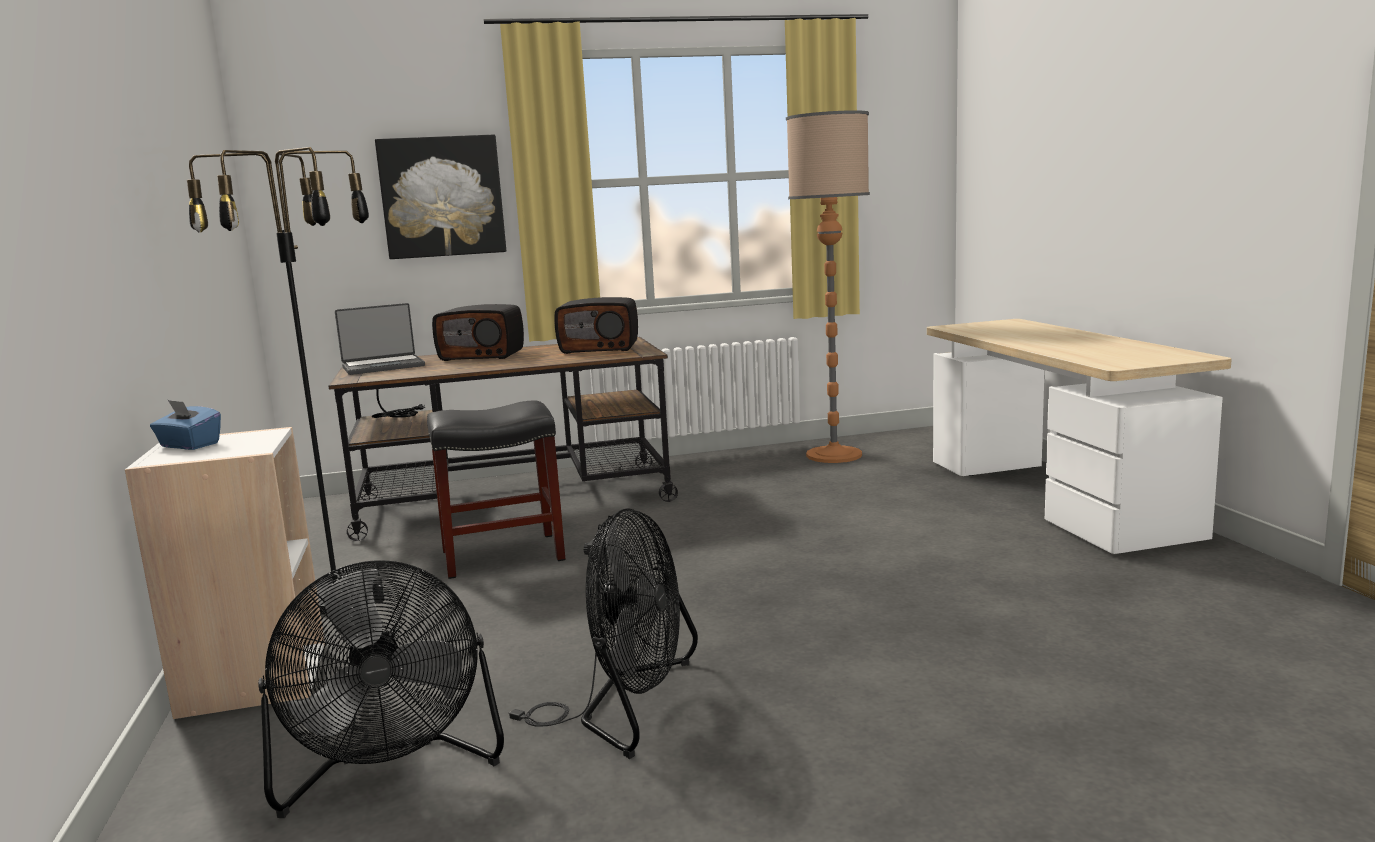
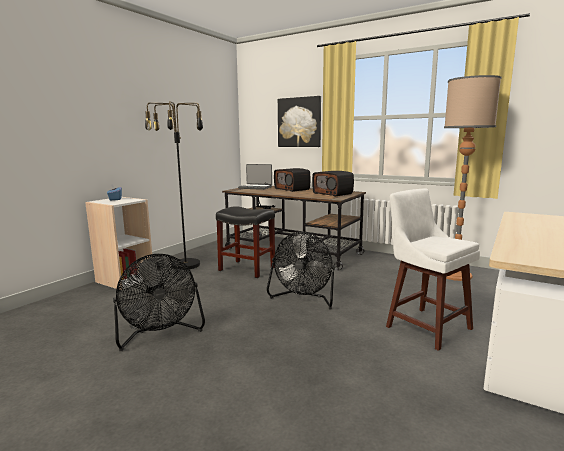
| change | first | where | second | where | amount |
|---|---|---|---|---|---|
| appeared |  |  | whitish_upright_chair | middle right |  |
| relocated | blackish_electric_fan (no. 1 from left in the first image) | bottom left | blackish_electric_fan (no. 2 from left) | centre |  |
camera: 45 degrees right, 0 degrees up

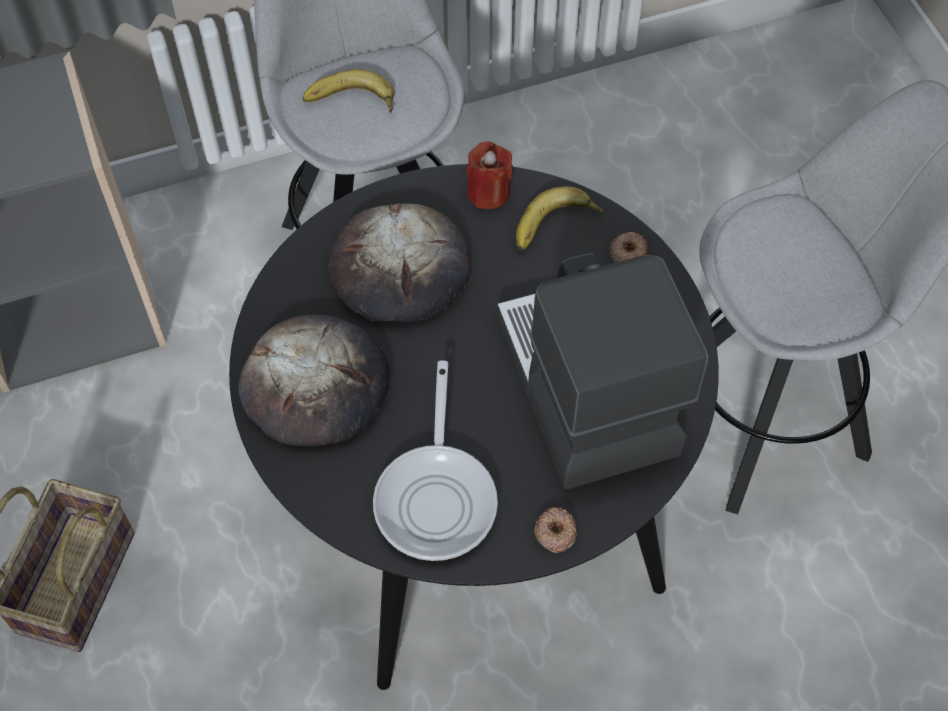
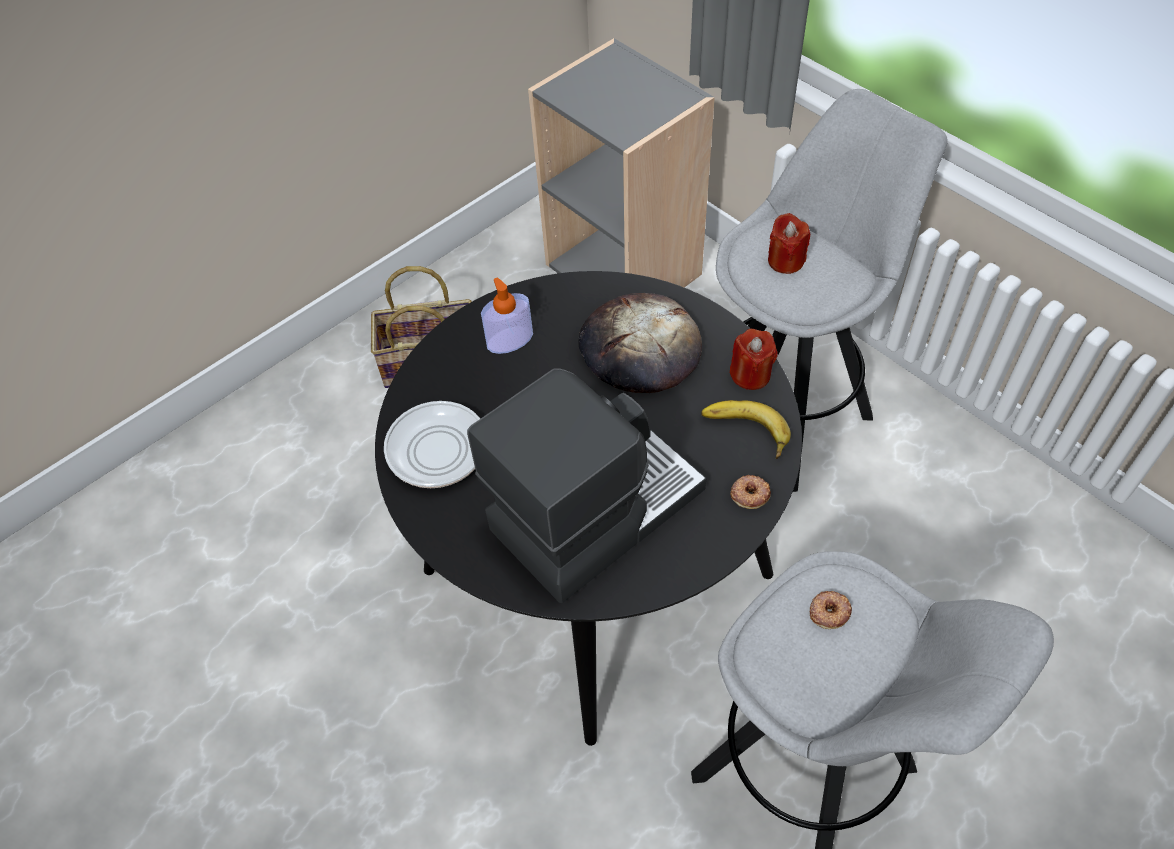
| change | first | where | second | where | amount |
|---|---|---|---|---|---|
| relocated | ring_doughnut (no. 1 from left in the first image) | bottom centre | ring_doughnut (no. 2 from left) | bottom right |  |
| exchanged | bakery_bread (no. 1 from left) | middle left | soap_dispenser | centre |  |
| exchanged | whole_banana (no. 1 from left) | top centre | red-coloured_candle (no. 2 from left) | top right |  |
camera: 70 degrees right, 5 degrees down

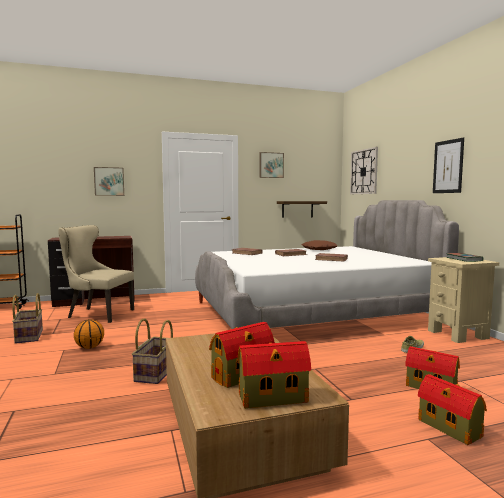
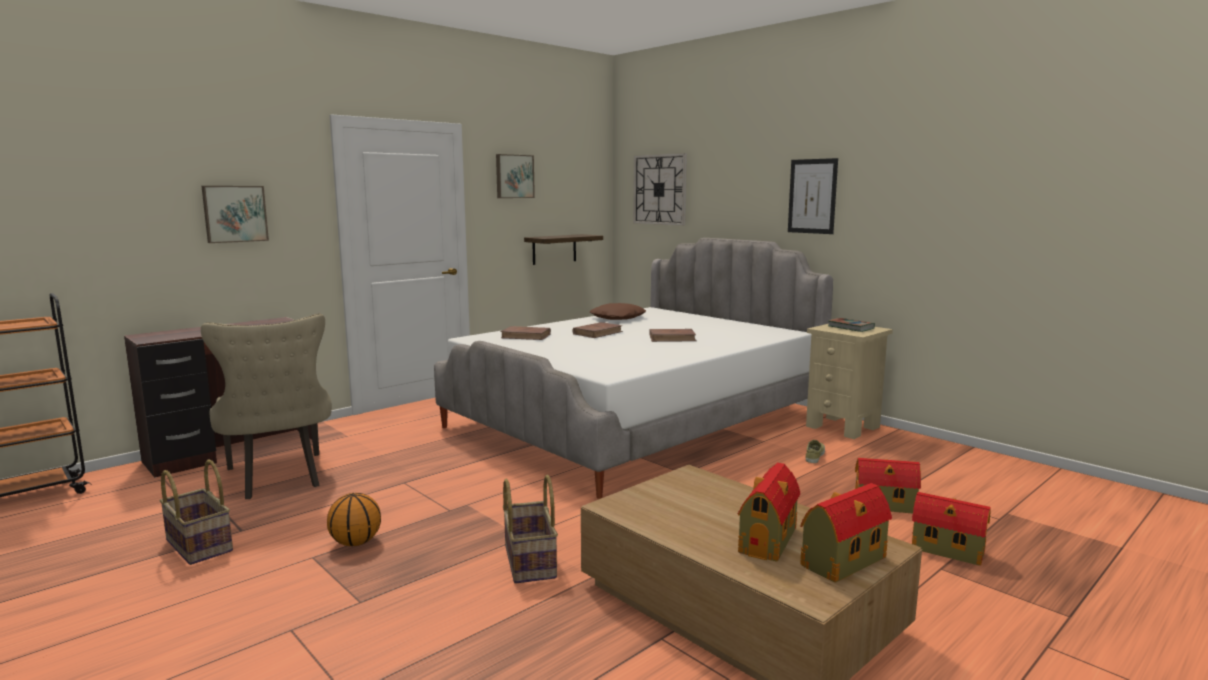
| change | first | where | second | where | amount |
|---|---|---|---|---|---|
| spun | beige_upright_chair | middle left |  | middle left | 105 degrees counterclockwise |
camera: 25 degrees left, 5 degrees up

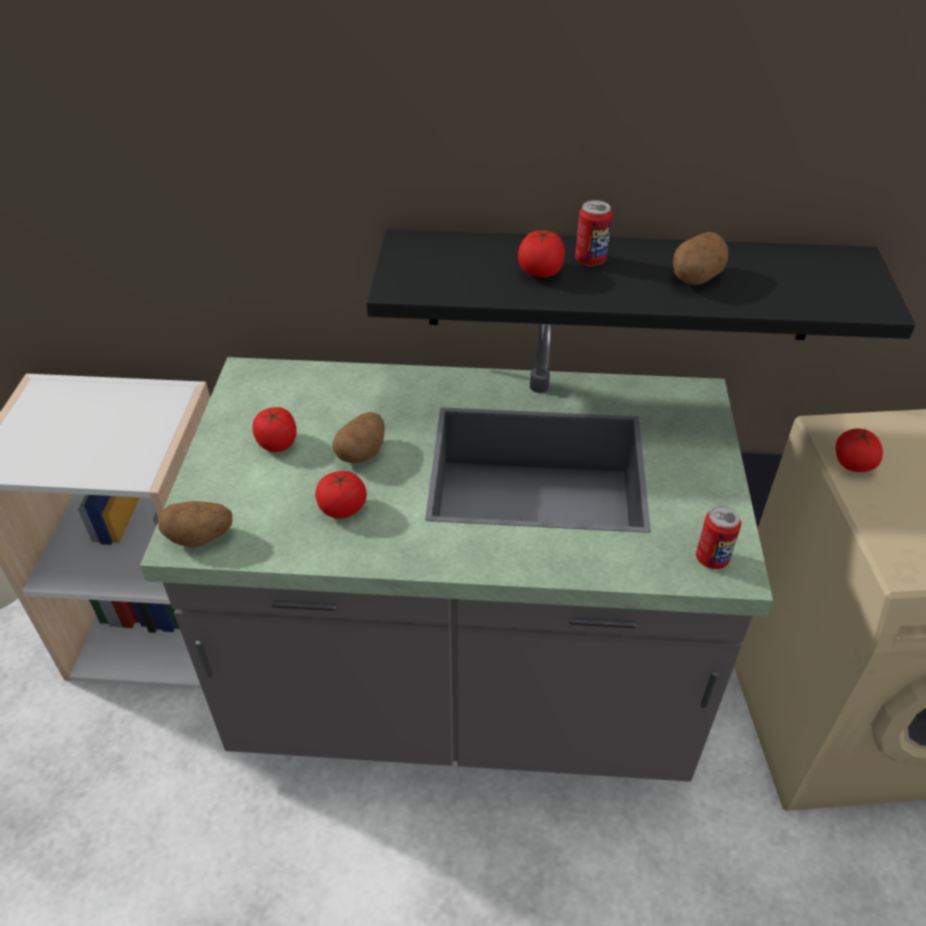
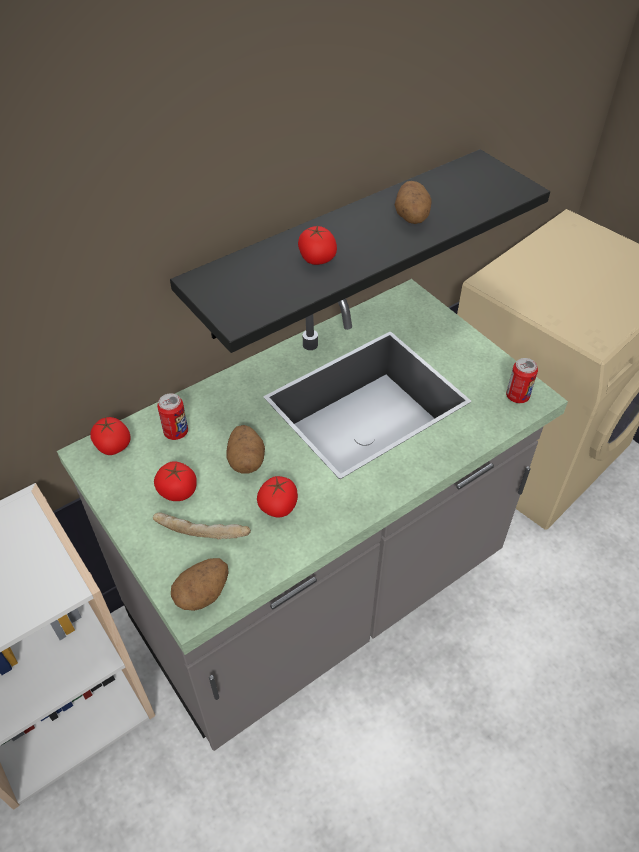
| change | first | where | second | where | amount |
|---|---|---|---|---|---|
| appeared |  |  | bakery_bread | middle left |  |
| relocated | sealed_can (no. 1 from left) | top centre |  | middle left |  |
| relocated | fresh_tomato (no. 4 from left in the first image) | middle right | fresh_tomato (no. 1 from left) | middle left |  |
camera: 40 degrees left, 5 degrees up

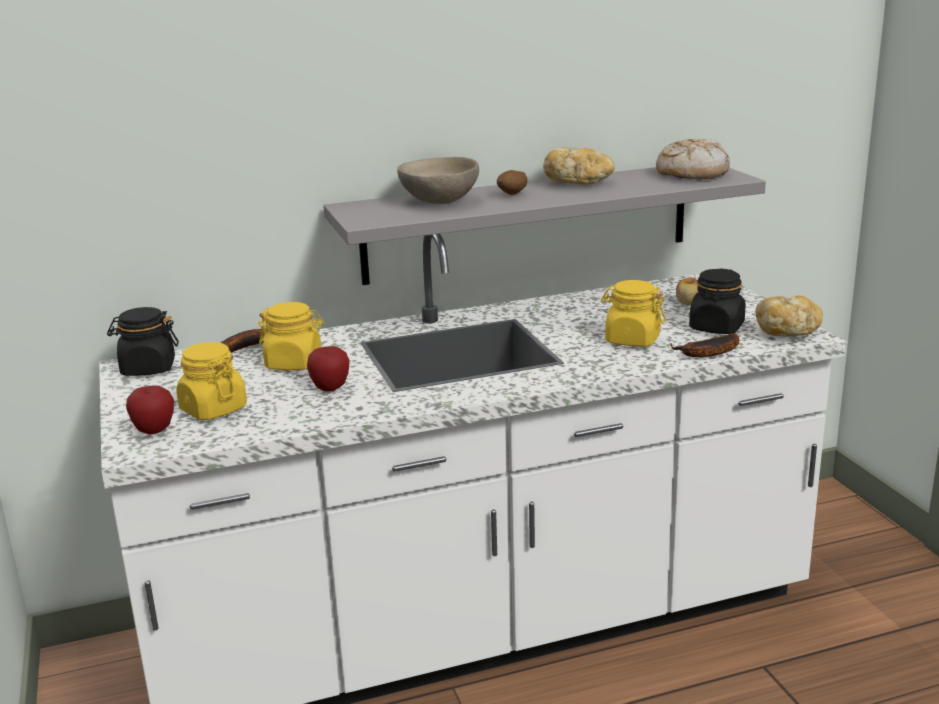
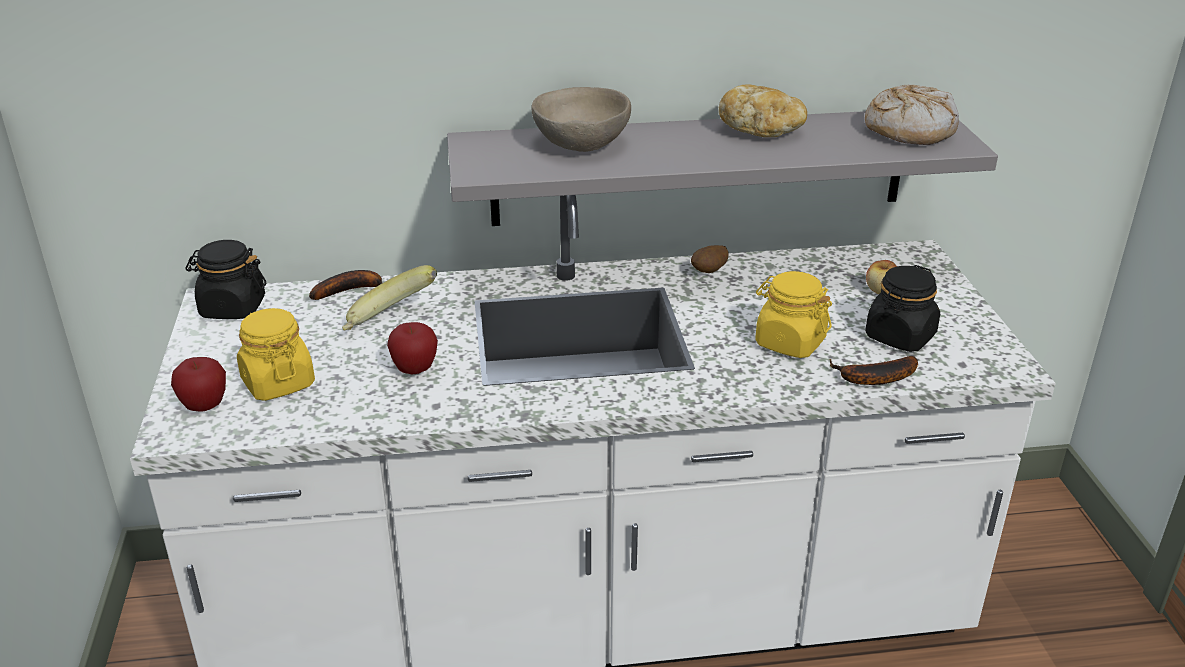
| change | first | where | second | where | amount |
|---|---|---|---|---|---|
| missing | bakery_bread (no. 3 from left) | middle right |  |  |  |
| relocated | spud | top centre |  | centre |  |
| exchanged | yellowish_jar (no. 2 from left) | middle left | whole_banana (no. 2 from left) | middle left |  |
camera: 10 degrees right, 10 degrees up

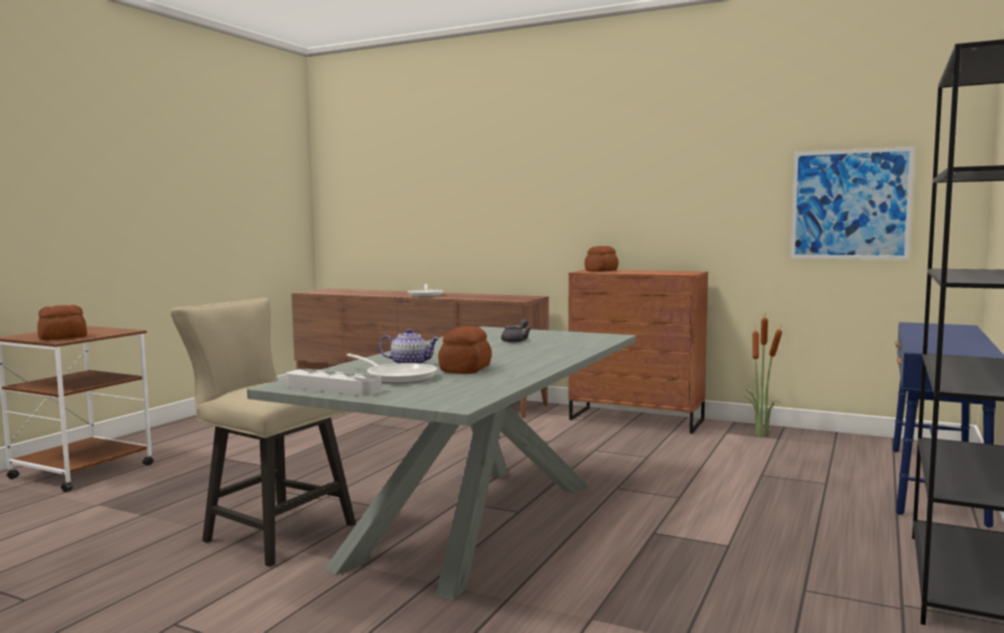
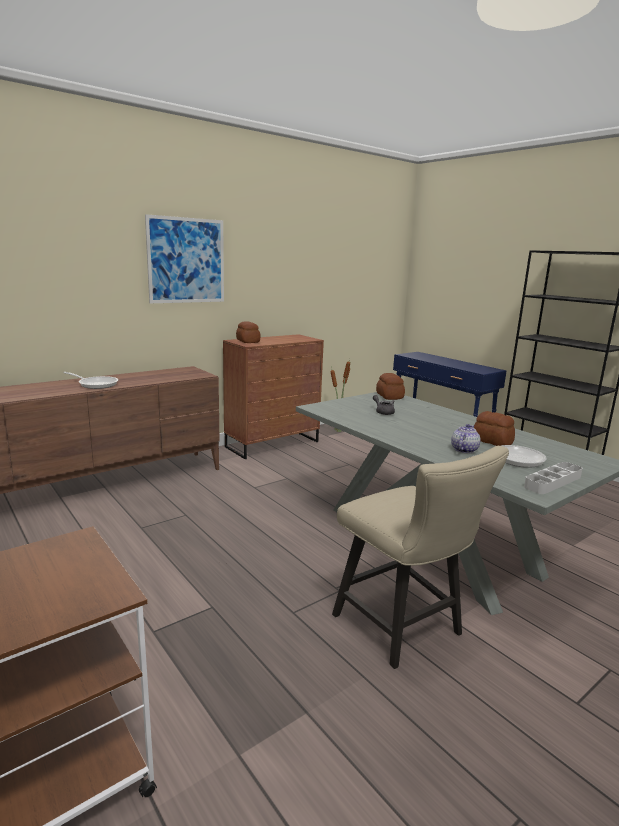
| change | first | where | second | where | amount |
|---|---|---|---|---|---|
| relocated | bakery_bread (no. 1 from left in the first image) | middle left | bakery_bread (no. 2 from left) | centre |  |
| relocated | wall_picture | top right |  | top left |  |
| spun | beige_upright_chair | bottom left |  | bottom right | 90 degrees counterclockwise |
camera: 65 degrees left, 10 degrees up

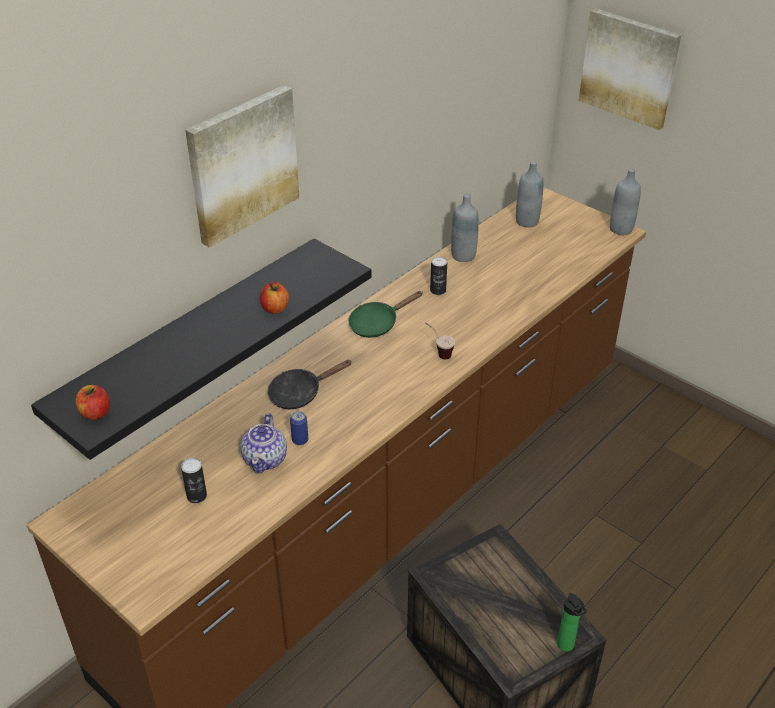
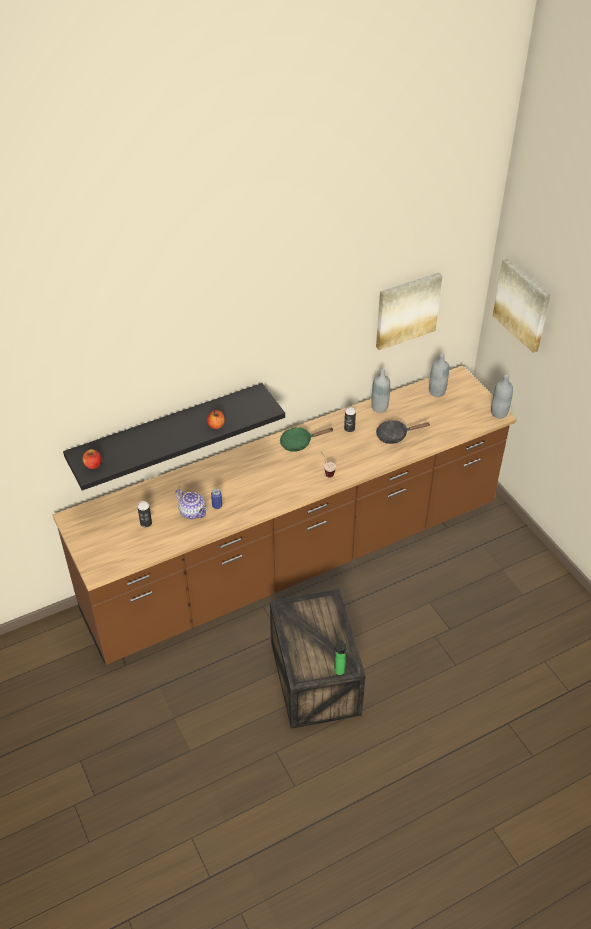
| change | first | where | second | where | amount |
|---|---|---|---|---|---|
| relocated | wall_picture (no. 1 from left) | top left |  | middle right |  |
| relocated | blackish_frying_pan | centre |  | middle right |  |
| spun | tea_pot | centre |  | middle left | 75 degrees counterclockwise |
camera: 20 degrees right, 5 degrees up

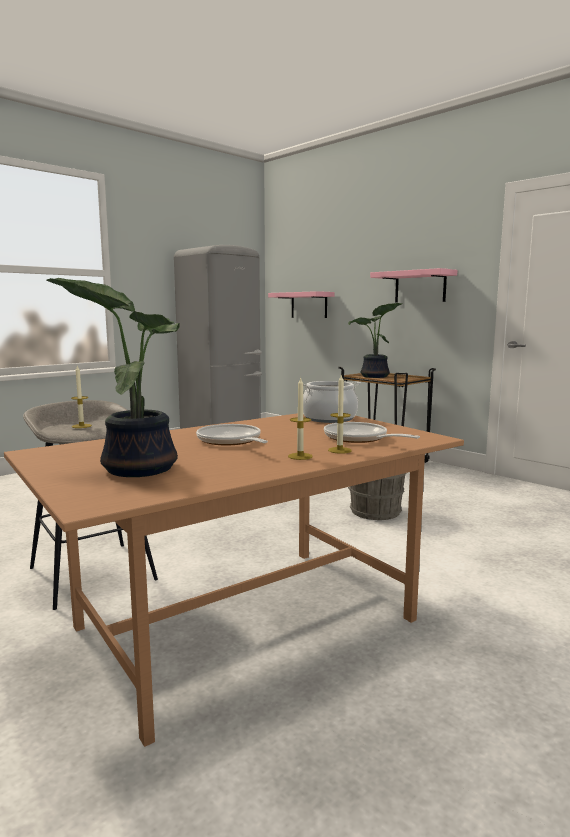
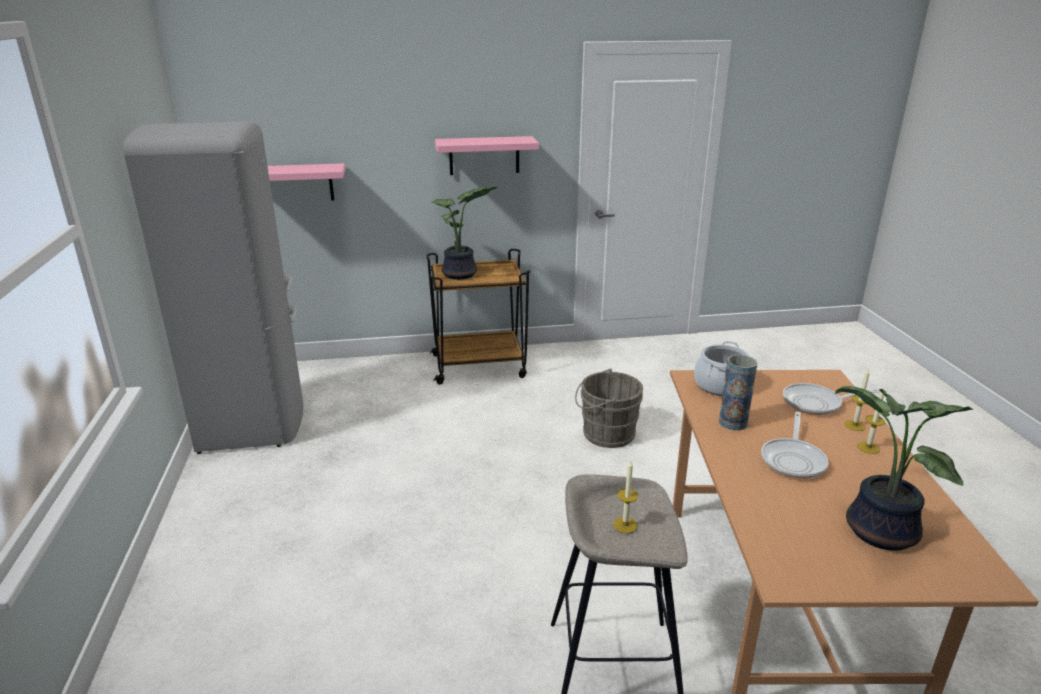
| change | first | where | second | where | amount |
|---|---|---|---|---|---|
| appeared |  |  | vase | middle right |  |
| spun | frying_pan (no. 1 from left) | centre |  | middle right | 75 degrees counterclockwise |
camera: 55 degrees left, 15 degrees up

